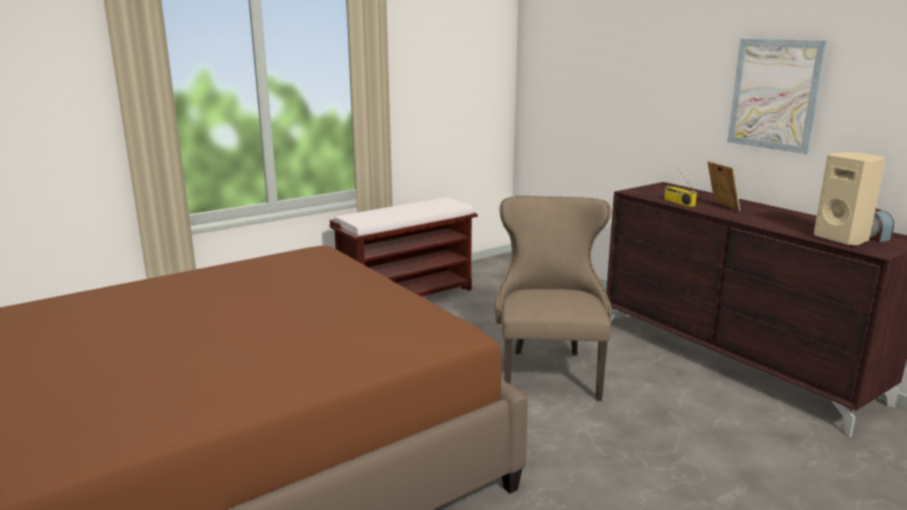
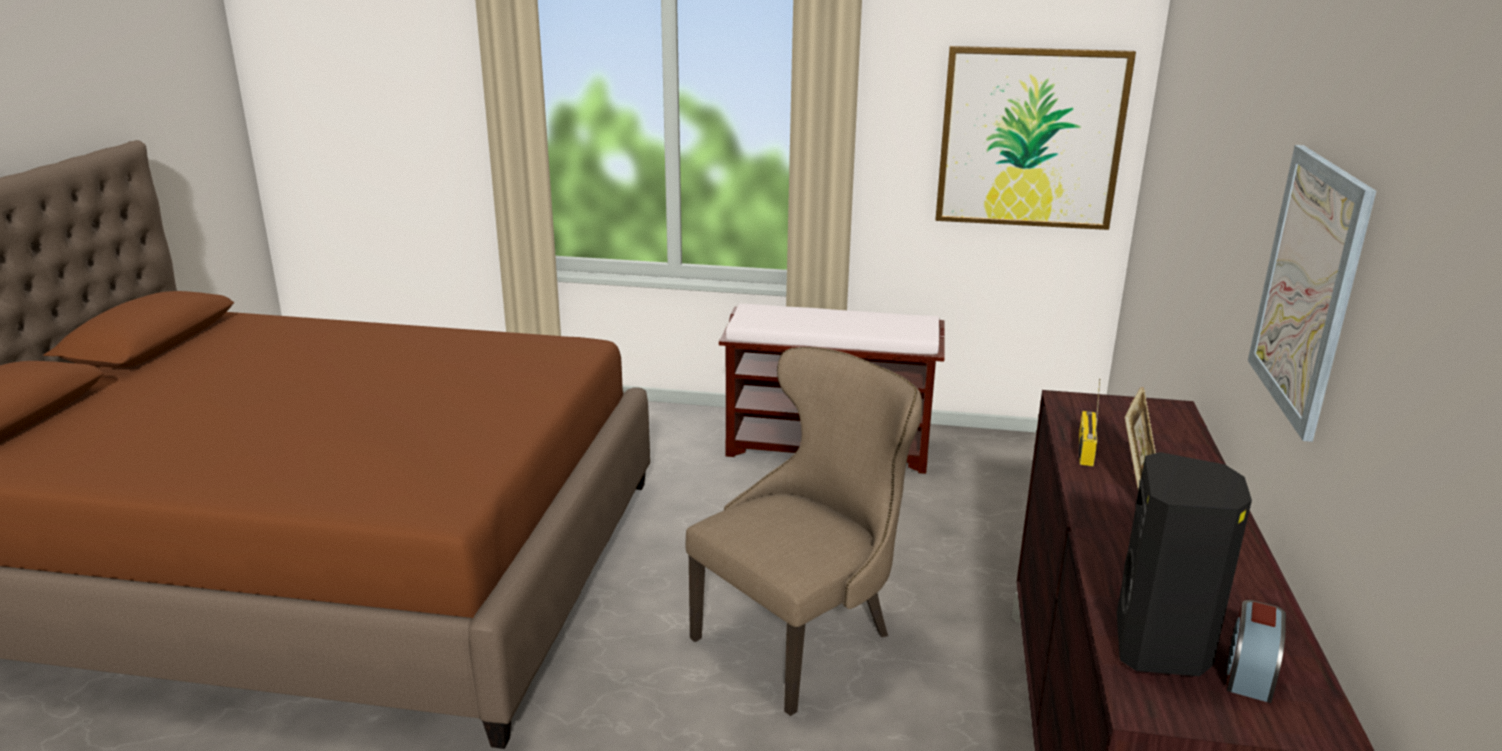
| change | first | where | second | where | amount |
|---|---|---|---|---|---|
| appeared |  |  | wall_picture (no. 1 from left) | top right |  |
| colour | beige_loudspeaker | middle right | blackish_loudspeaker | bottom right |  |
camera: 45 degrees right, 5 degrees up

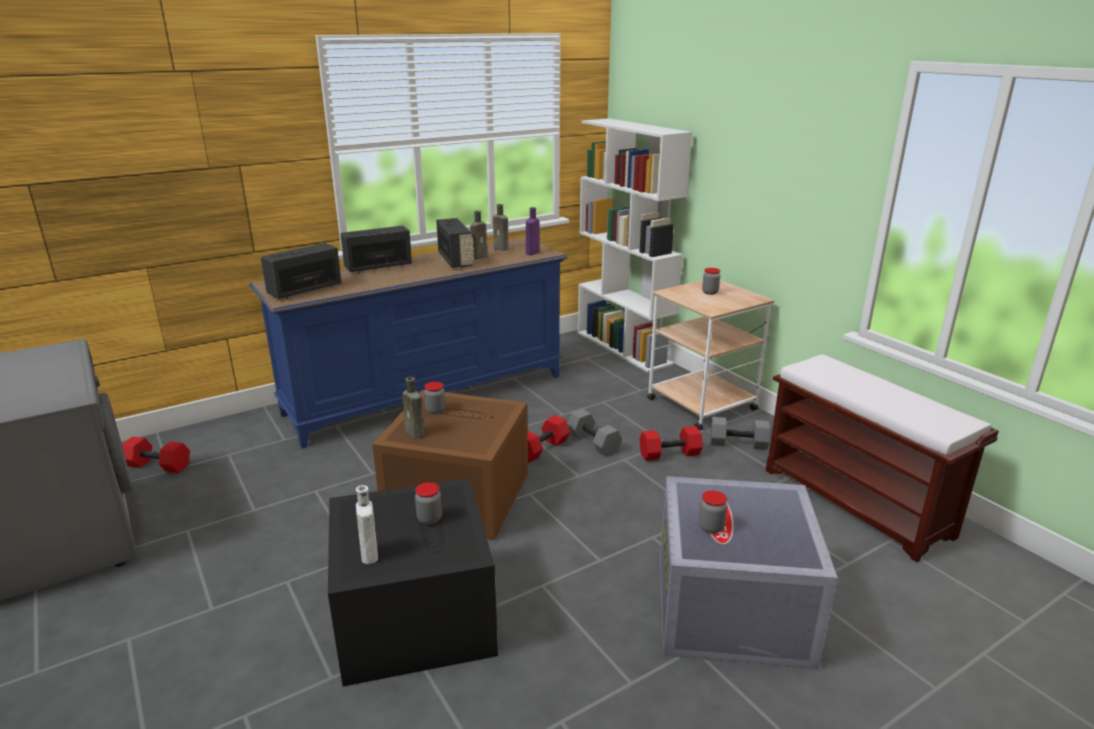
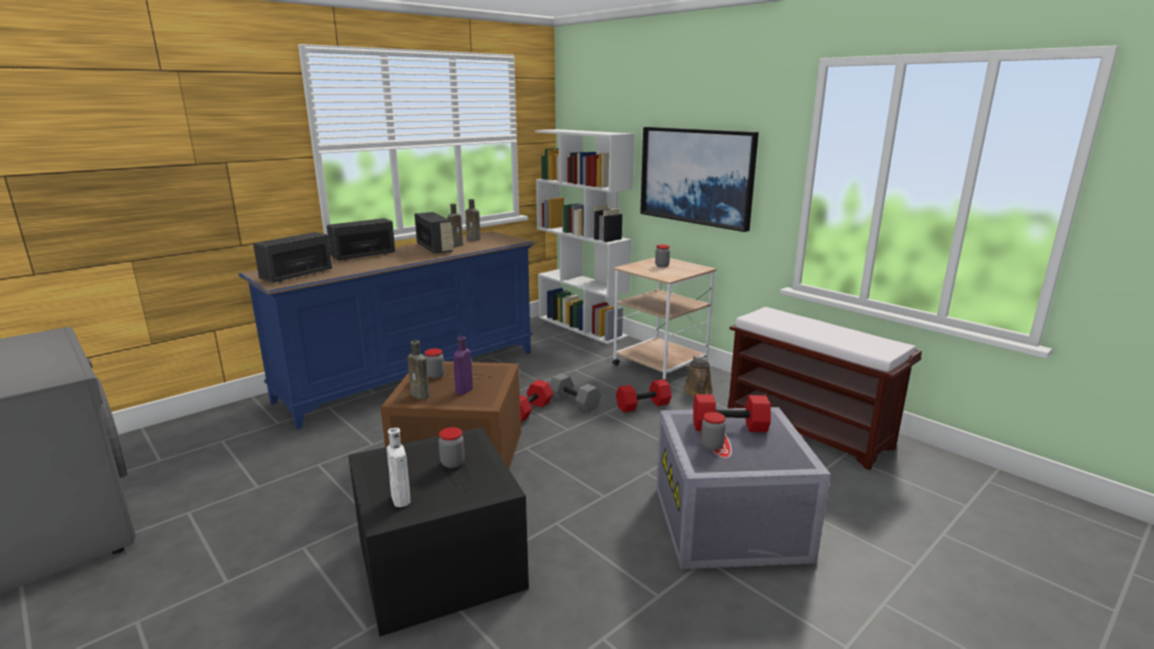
| change | first | where | second | where | amount |
|---|---|---|---|---|---|
| appeared |  |  | wall_picture | top centre |  |
| relocated | red-coloured_dumbbell (no. 1 from left in the first image) | middle left | red-coloured_dumbbell (no. 3 from left) | centre |  |
| relocated | purple-coloured_beverage_bottle | top centre |  | centre |  |
| exchanged | grey_dumbbell (no. 2 from left) | middle right | brown_watering_can | centre |  |
camera: 10 degrees left, 5 degrees down

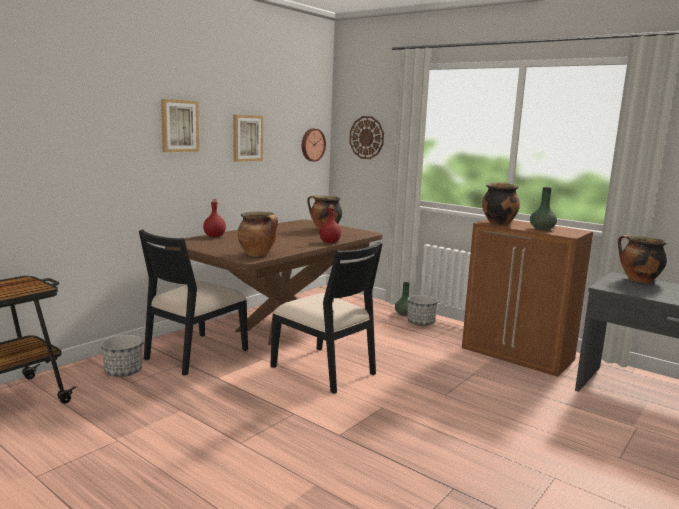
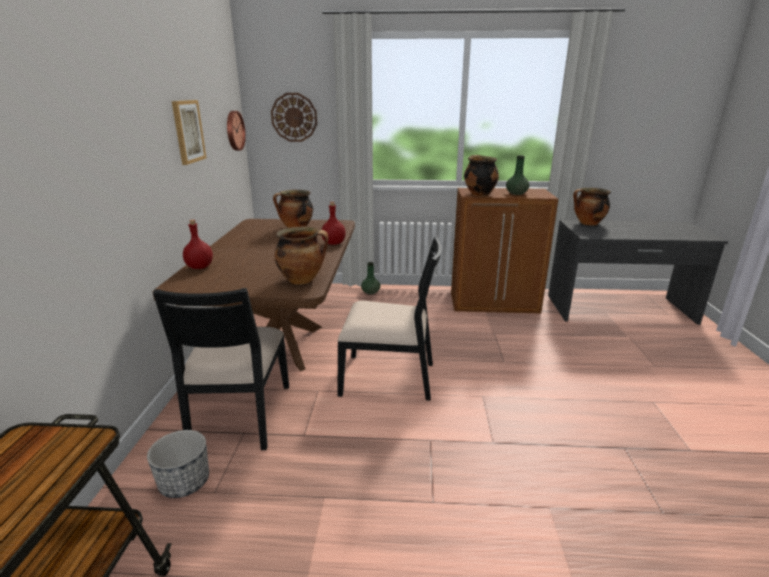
| change | first | where | second | where | amount |
|---|---|---|---|---|---|
| missing | wall_picture (no. 1 from left) | top left |  |  |  |
| missing | flower_pot (no. 2 from left) | centre |  |  |  |
camera: 35 degrees left, 10 degrees up

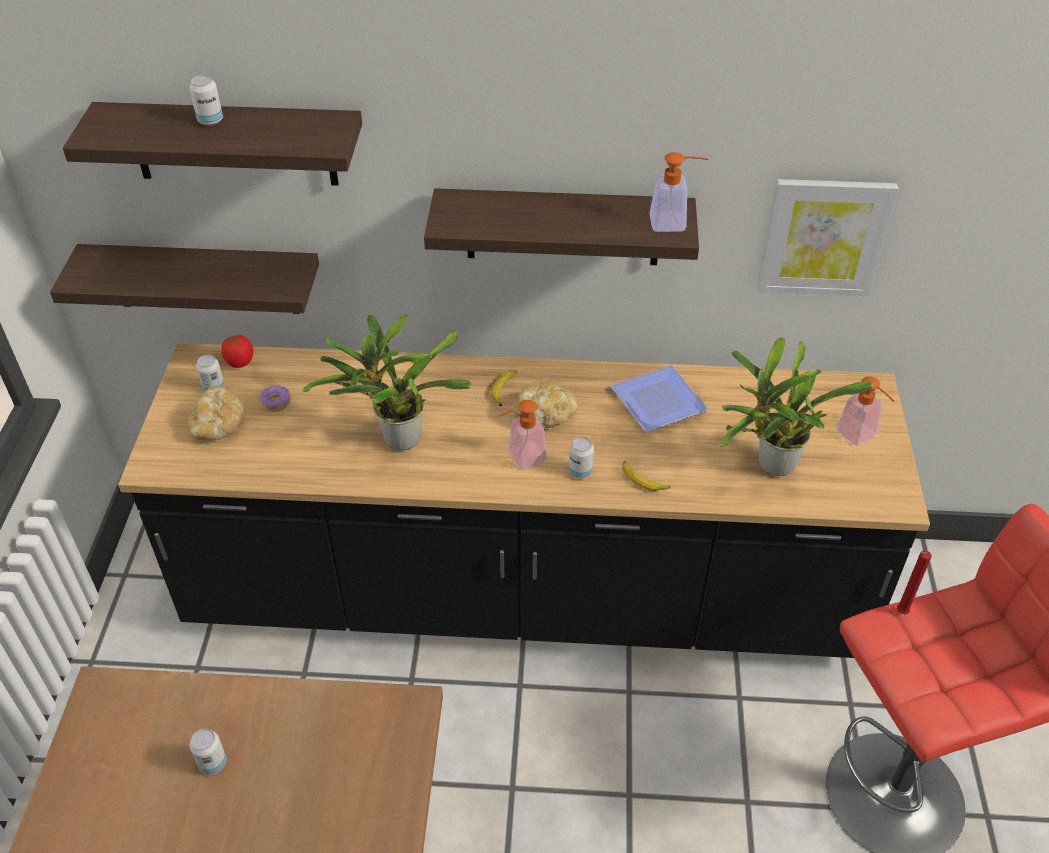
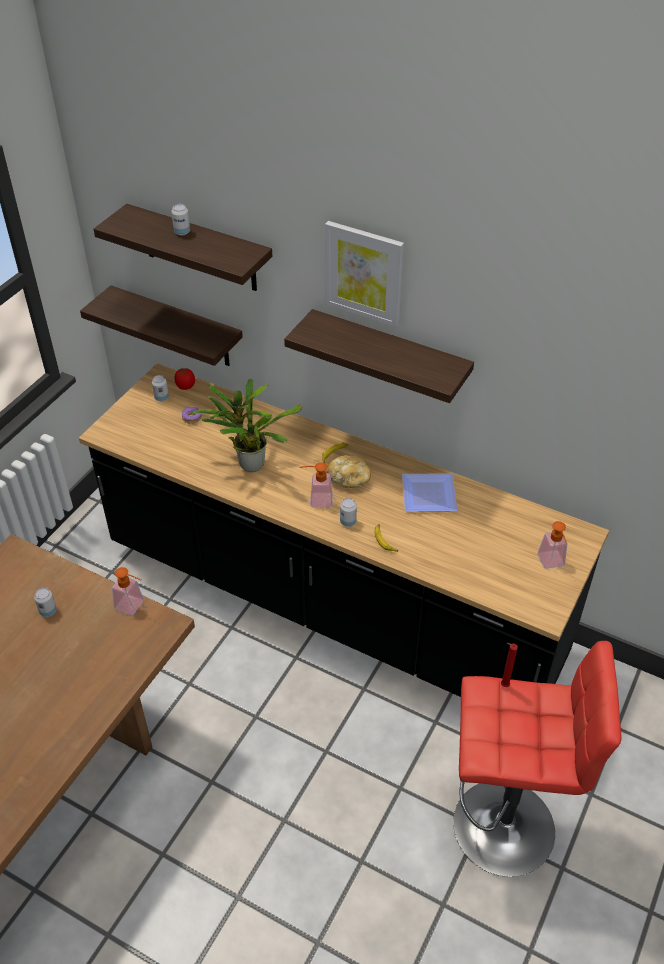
| change | first | where | second | where | amount |
|---|---|---|---|---|---|
| missing | bakery_bread (no. 1 from left) | middle left |  |  |  |
| missing | houseplant (no. 2 from left) | middle right |  |  |  |
| relocated | soap_dispenser (no. 2 from left in the first image) | top centre | soap_dispenser (no. 1 from left) | middle left |  |
| relocated | wall_picture | top right |  | top centre |  |
camera: 25 degrees right, 0 degrees up

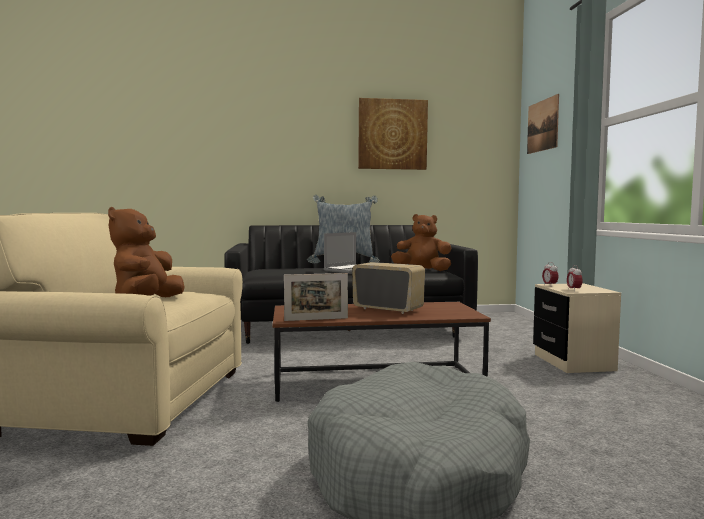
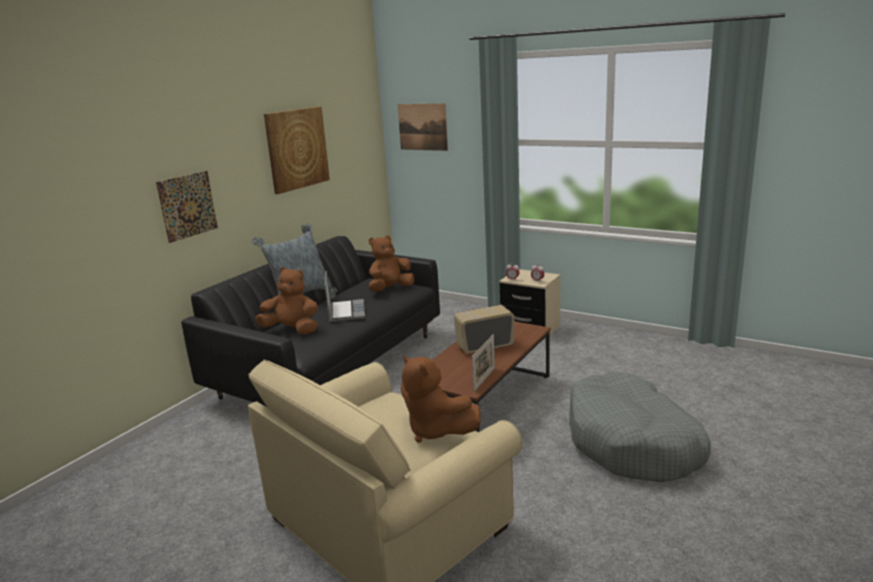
| change | first | where | second | where | amount |
|---|---|---|---|---|---|
| appeared |  |  | wall_picture (no. 1 from left) | middle left |  |
| appeared |  |  | brown_plush_toy (no. 1 from left) | middle left |  |
camera: 50 degrees left, 15 degrees up

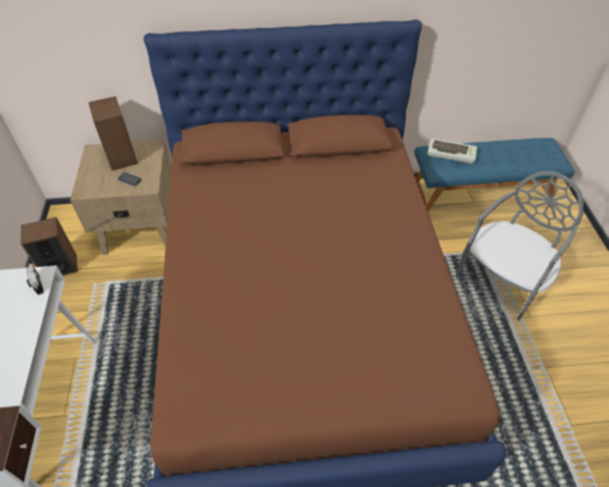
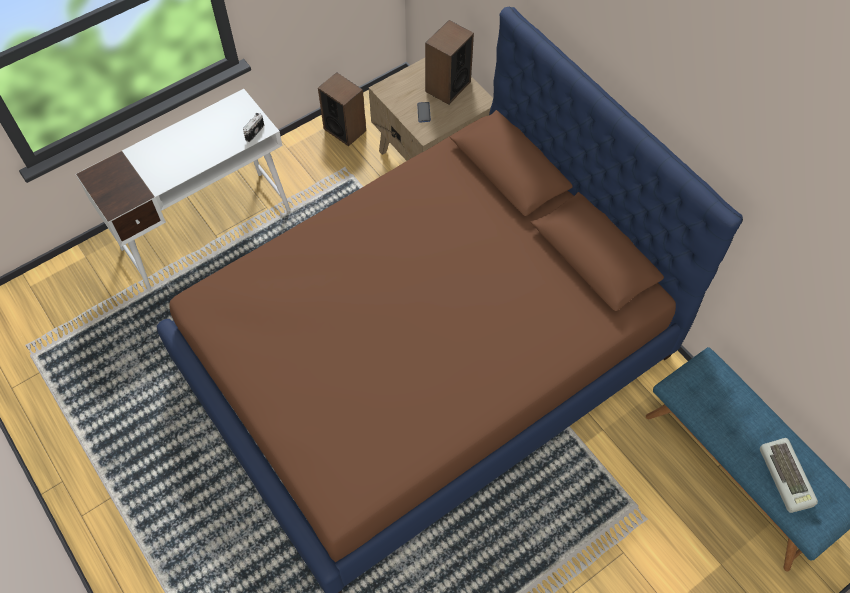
| change | first | where | second | where | amount |
|---|---|---|---|---|---|
| missing | grey_upright_chair | middle right |  |  |  |
| relocated | PC_keyboard | top right |  | bottom right |  |
camera: 60 degrees right, 10 degrees up

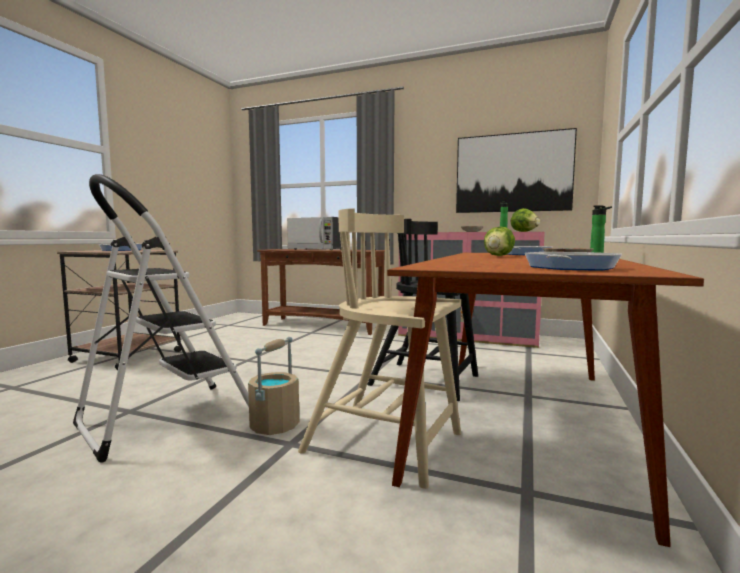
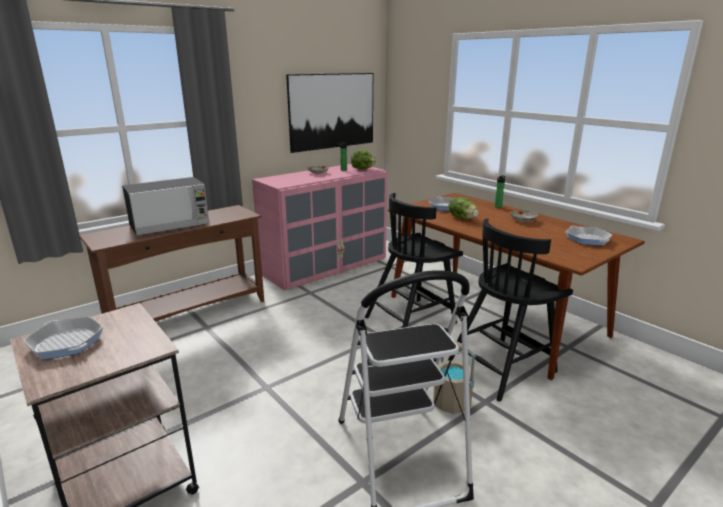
| change | first | where | second | where | amount |
|---|---|---|---|---|---|
| colour | beige_upright_chair | centre | blackish_upright_chair (no. 2 from left) | middle right |  |
camera: 60 degrees left, 15 degrees up

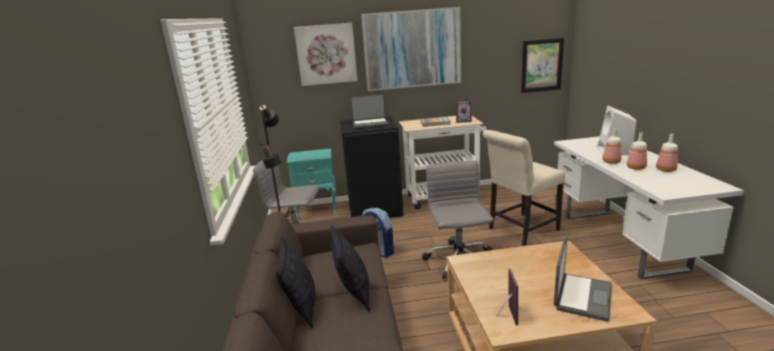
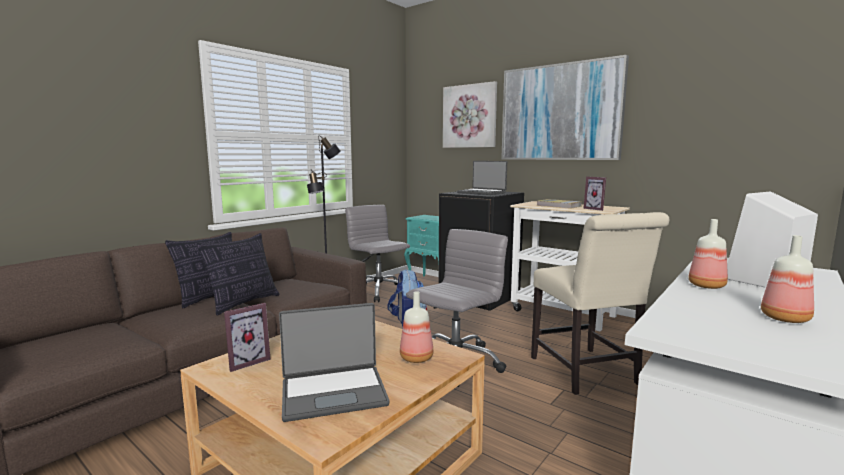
| change | first | where | second | where | amount |
|---|---|---|---|---|---|
| missing | wall_picture (no. 3 from left) | top right |  |  |  |
| relocated | beverage_bottle (no. 2 from left in the first image) | middle right | beverage_bottle (no. 1 from left) | bottom centre |  |
| spun | beige_upright_chair | middle right |  | middle right | 120 degrees counterclockwise |
camera: 45 degrees right, 10 degrees down

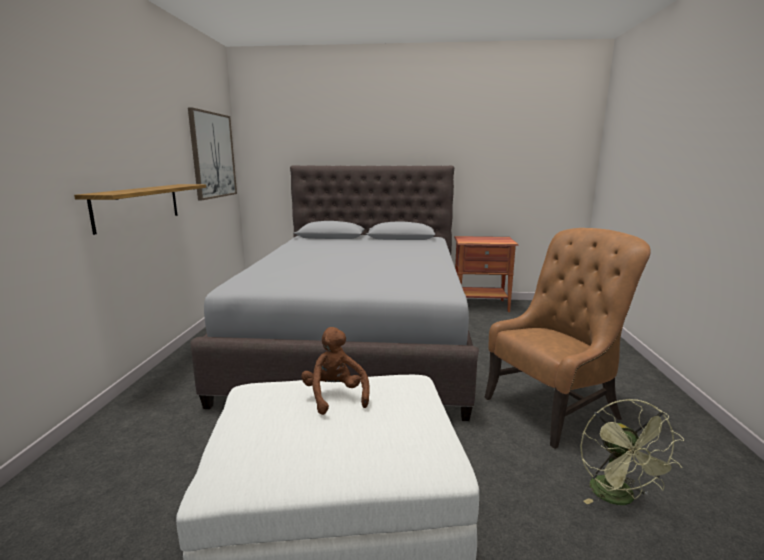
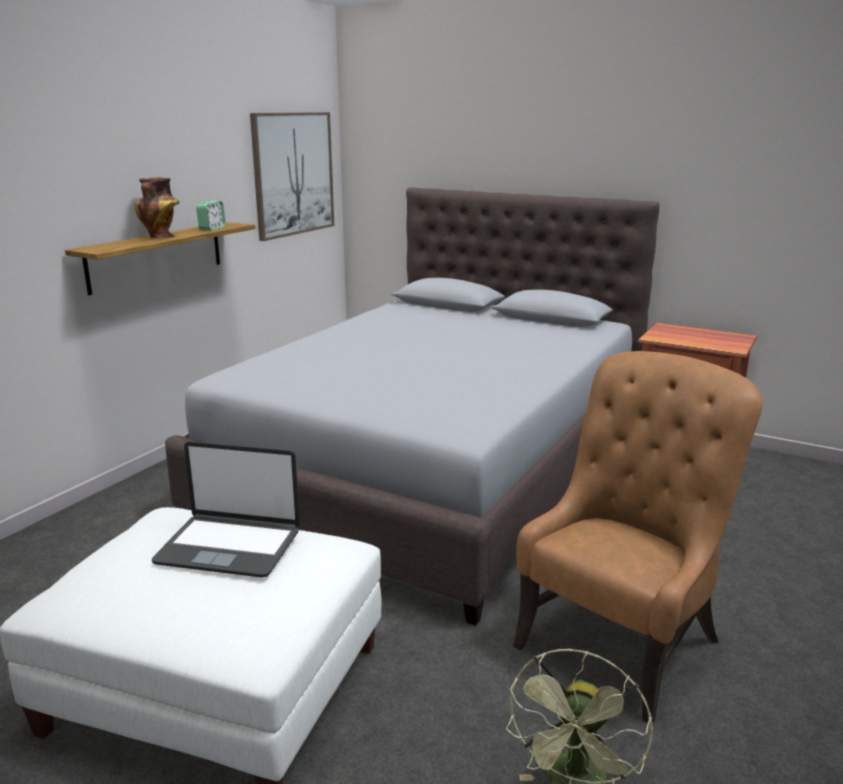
| change | first | where | second | where | amount |
|---|---|---|---|---|---|
| appeared |  |  | vase | top left |  |
| appeared |  |  | table_clock | top left |  |
| exchanged | brown_plush_toy | centre | notebook_computer | middle left |  |
| spun | brown_upright_chair | middle right |  | bottom right | 45 degrees counterclockwise |
camera: 25 degrees right, 5 degrees up

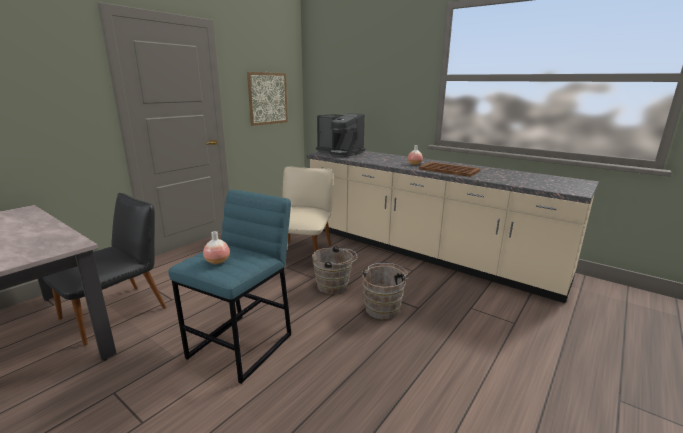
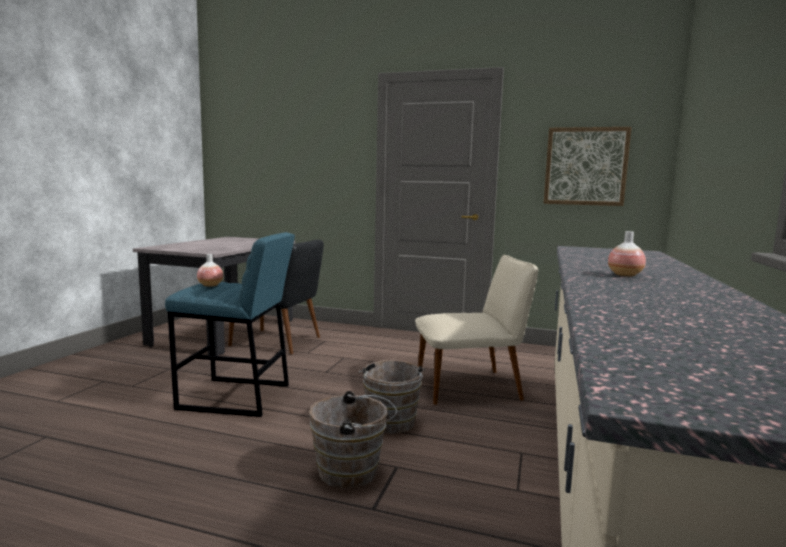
| change | first | where | second | where | amount |
|---|---|---|---|---|---|
| missing | coffee_brewer | top centre |  |  |  |
| missing | brown_carrying_tray | centre |  |  |  |
camera: 70 degrees right, 10 degrees down

